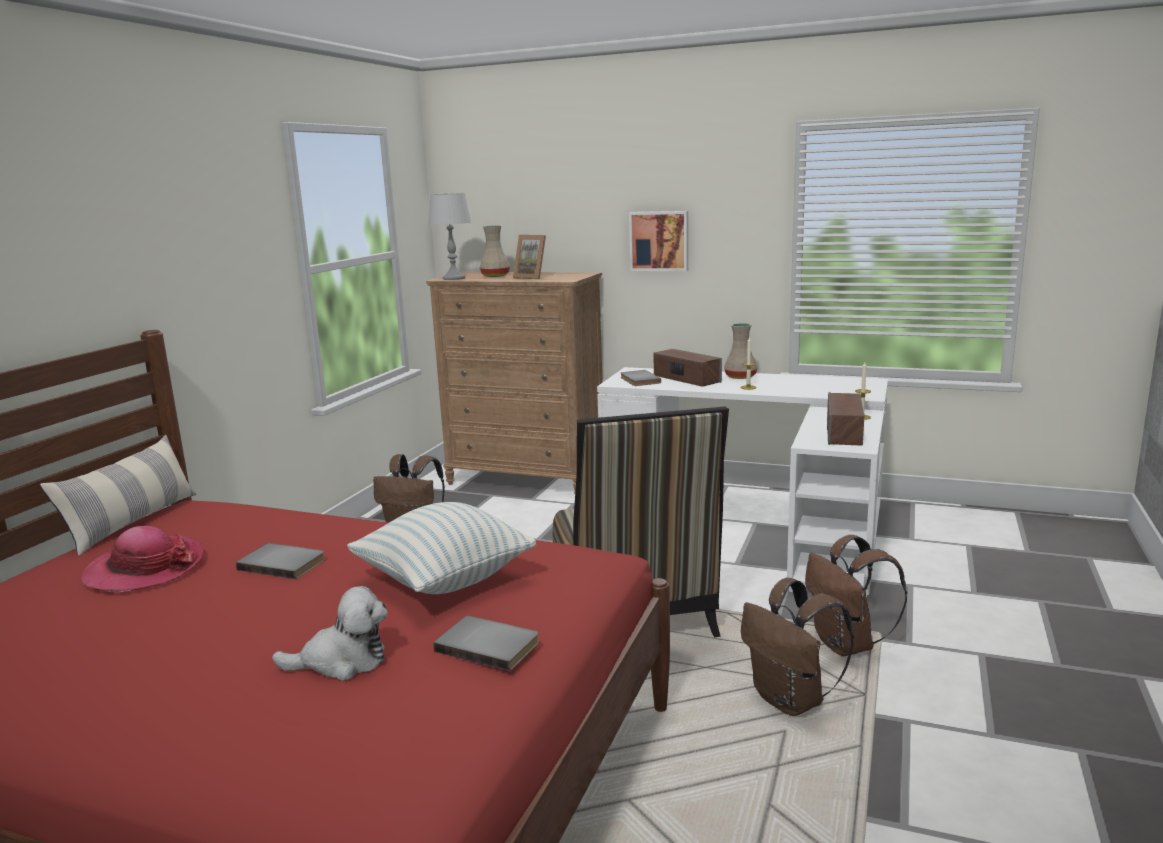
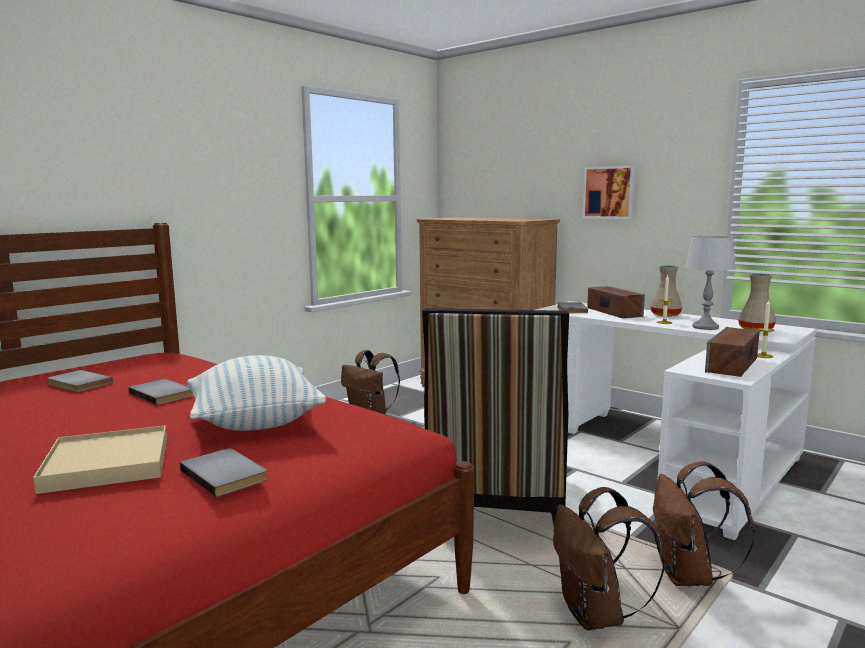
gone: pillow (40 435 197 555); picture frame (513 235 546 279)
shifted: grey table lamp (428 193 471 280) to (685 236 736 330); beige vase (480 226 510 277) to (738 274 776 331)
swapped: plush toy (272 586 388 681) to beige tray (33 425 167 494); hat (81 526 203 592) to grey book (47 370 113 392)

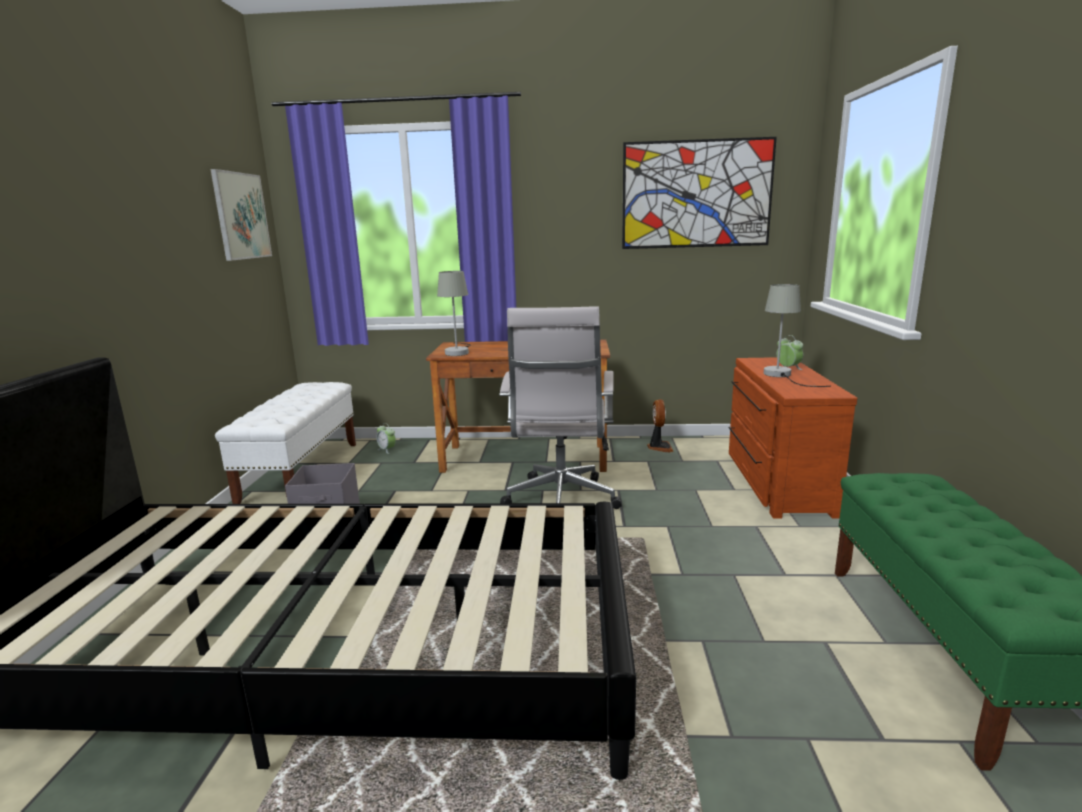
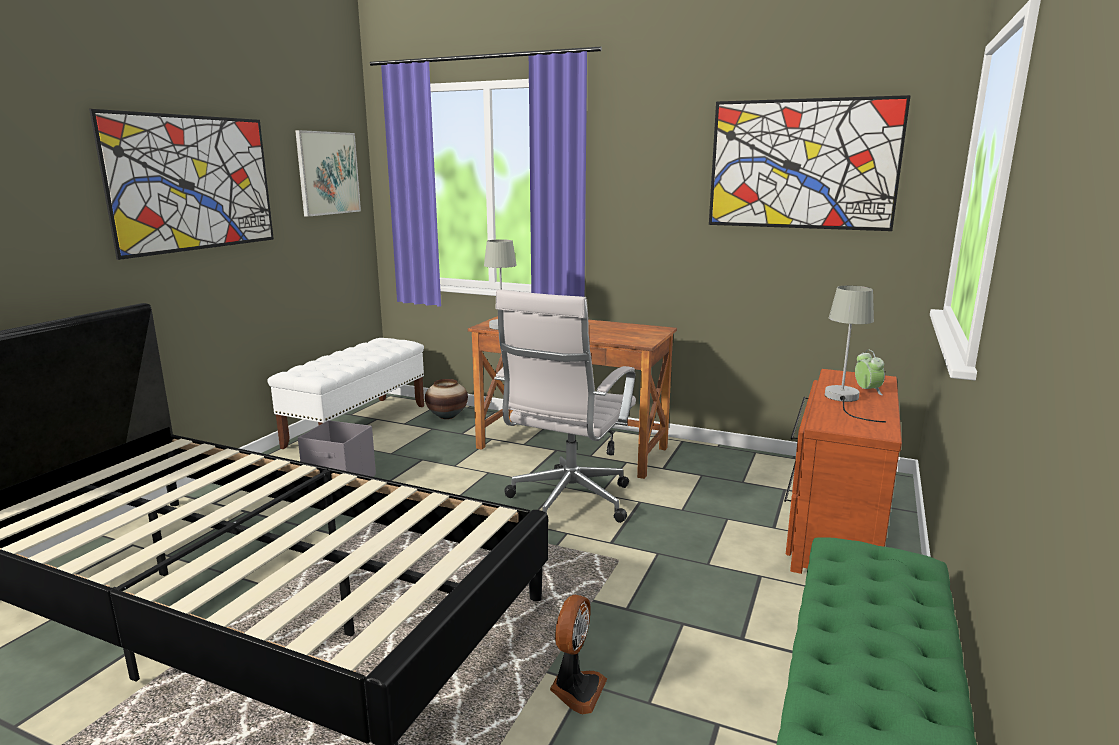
new: picture (89 109 274 260)
shifted: fan (647 399 674 453) to (550 595 607 714)
swapped: alarm clock (376 423 396 454) to vase (425 379 468 419)

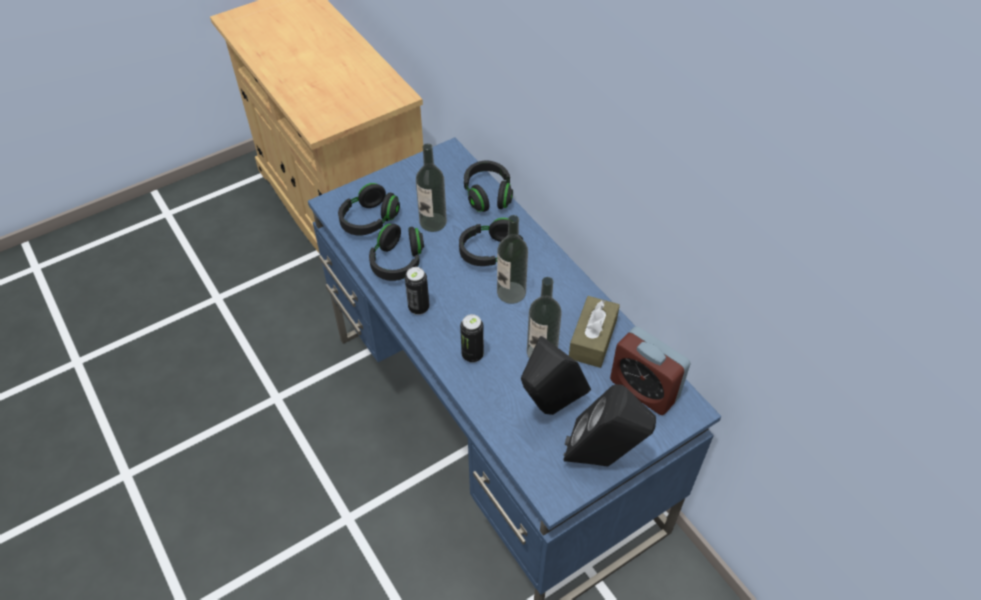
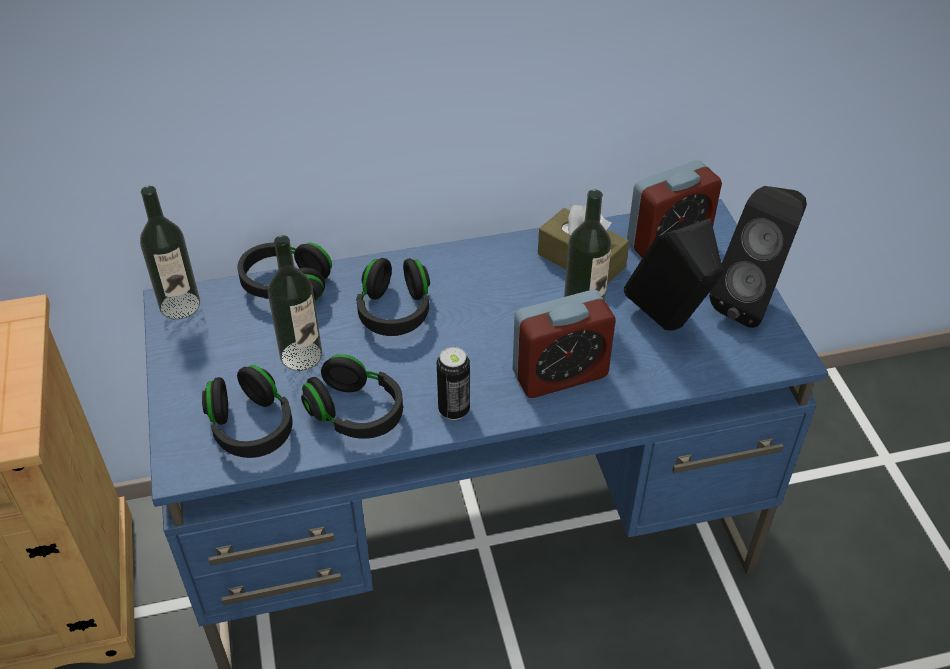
shifted: bottle (497 215 528 304) to (140 186 200 320)
swapped: can (460 314 484 363) to alarm clock (513 290 616 398)

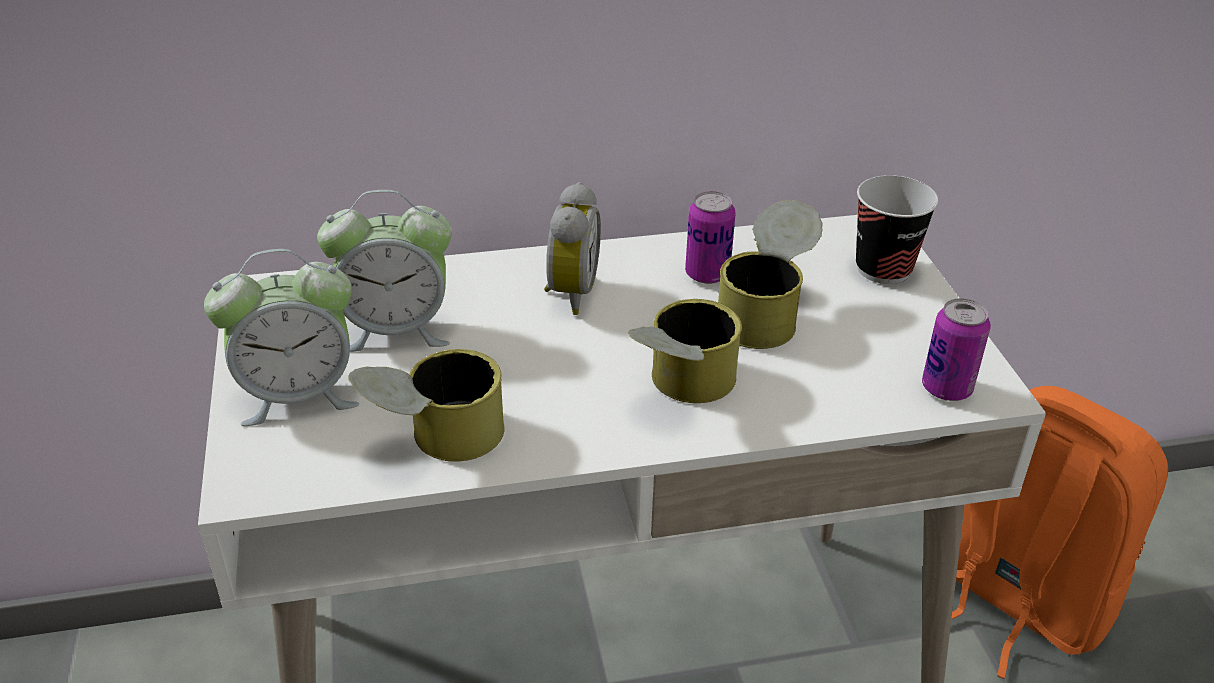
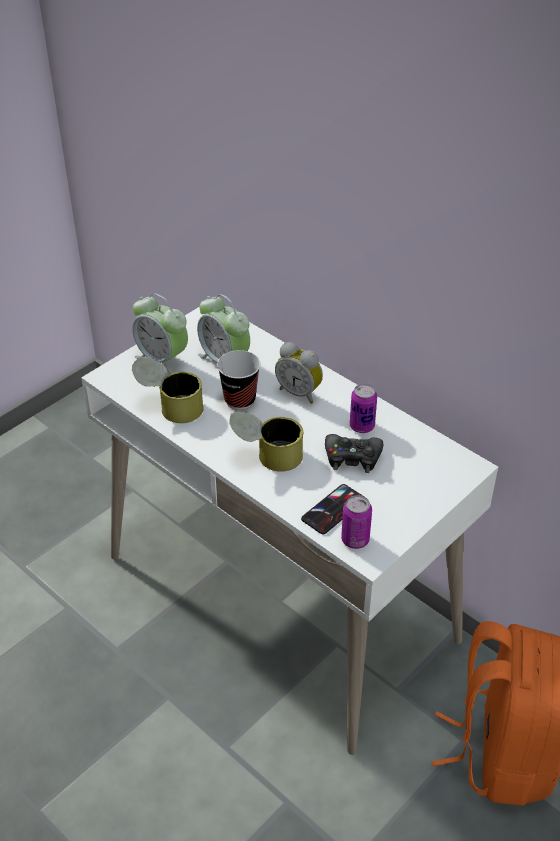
new: phone (301 484 363 534)
shifted: cup (856 175 938 284) to (217 350 261 410)
swapped: can (718 200 823 349) to black game controller (325 434 383 473)
rotated: alarm clock (544 182 601 315) = (275 342 323 404) 60 degrees clockwise

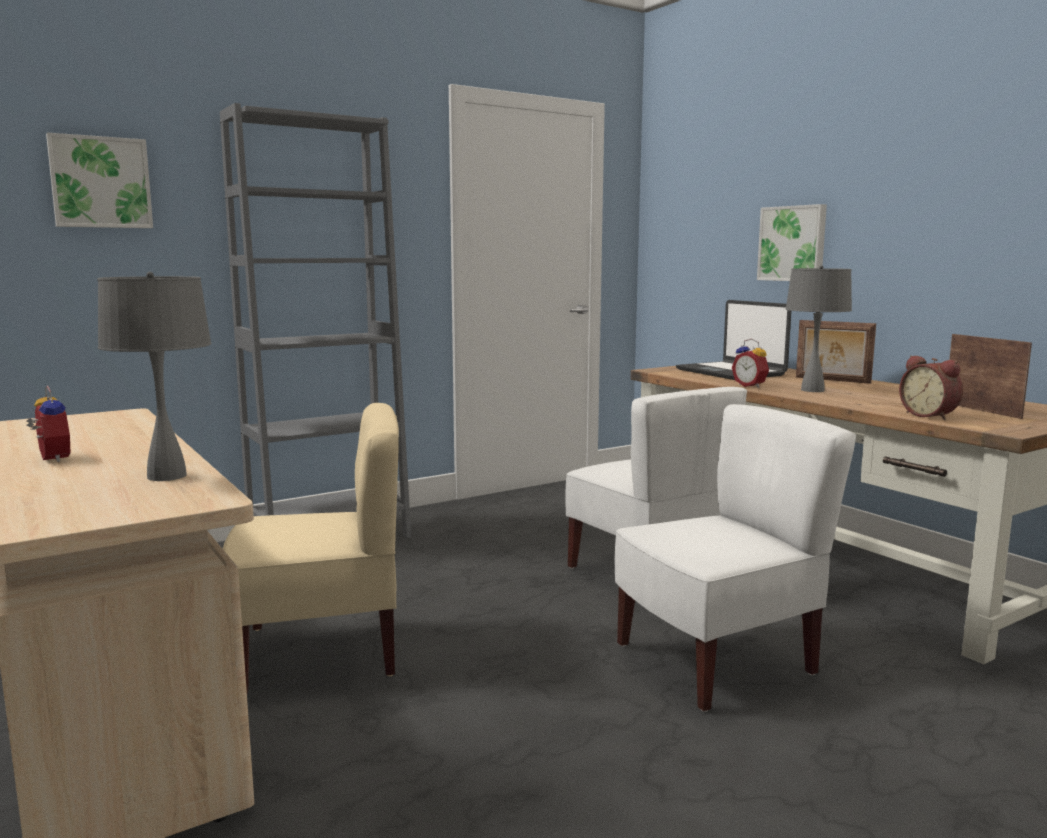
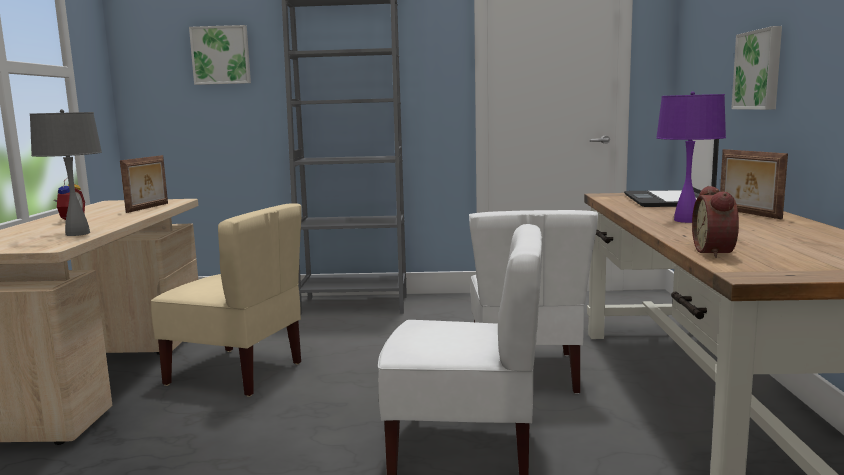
gone: alarm clock (732 339 769 388)
shifted: picture frame (949 334 1032 419) to (120 155 168 213)
repainted: grey table lamp (786 265 852 392) to purple table lamp (656 91 726 223)

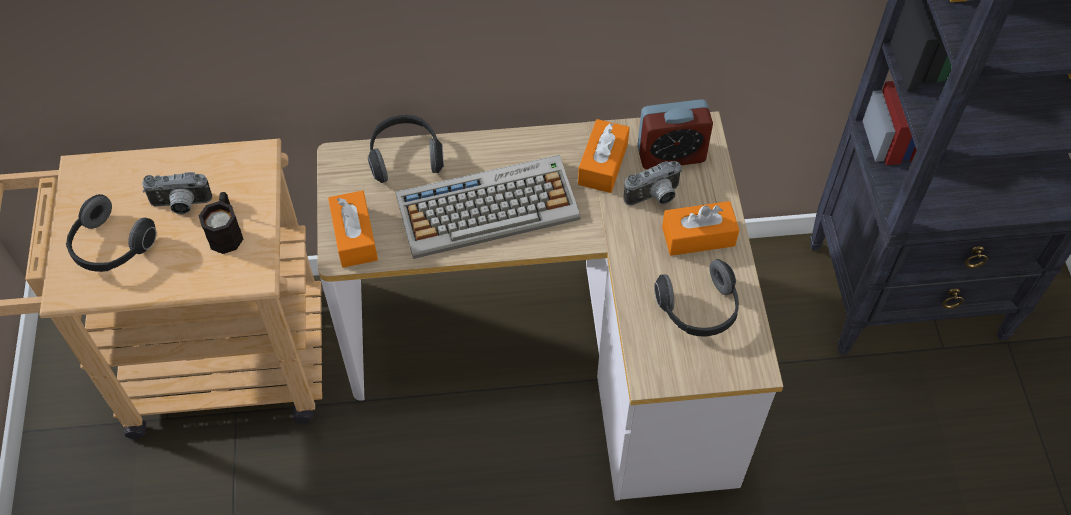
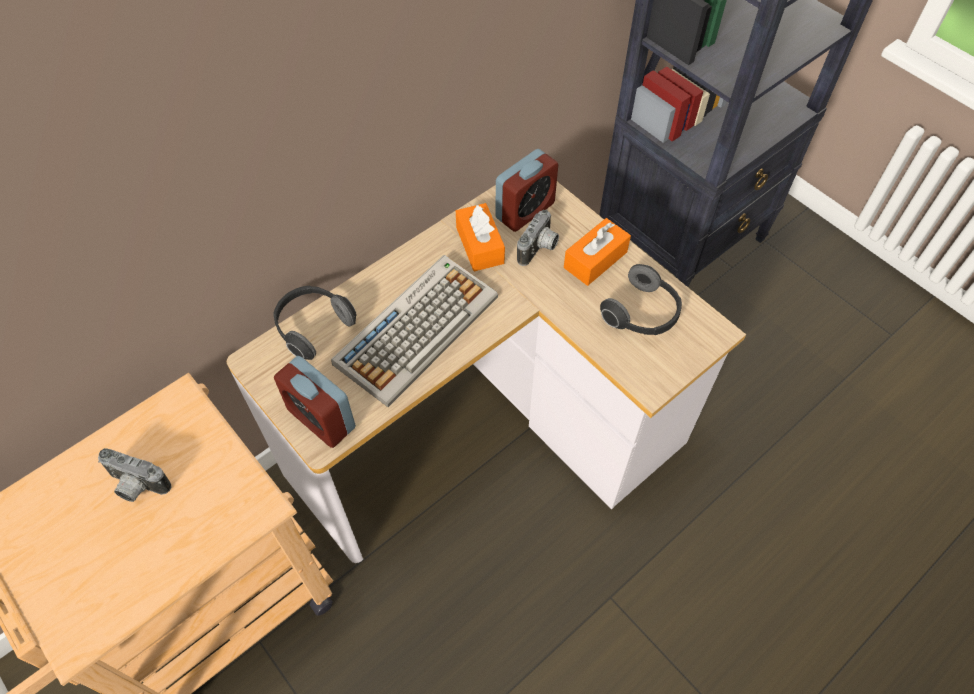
gone: headphones (66 194 157 272); black mug (199 192 243 254)
swapped: orange tissue box (328 191 378 268) to alarm clock (274 356 356 448)
rotated: photo camera (142 172 212 214) = (98 448 172 502) 60 degrees clockwise

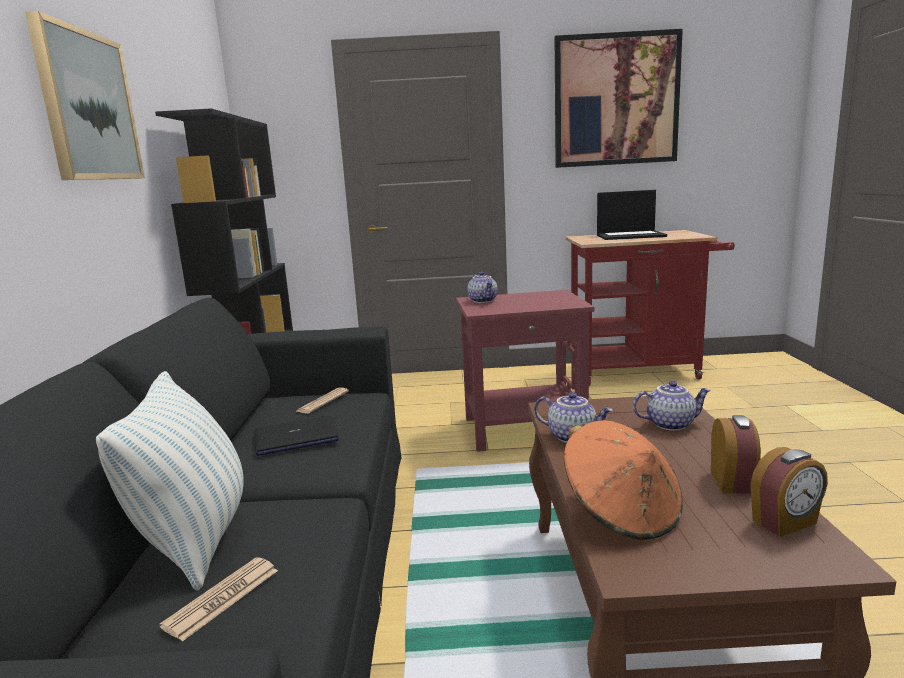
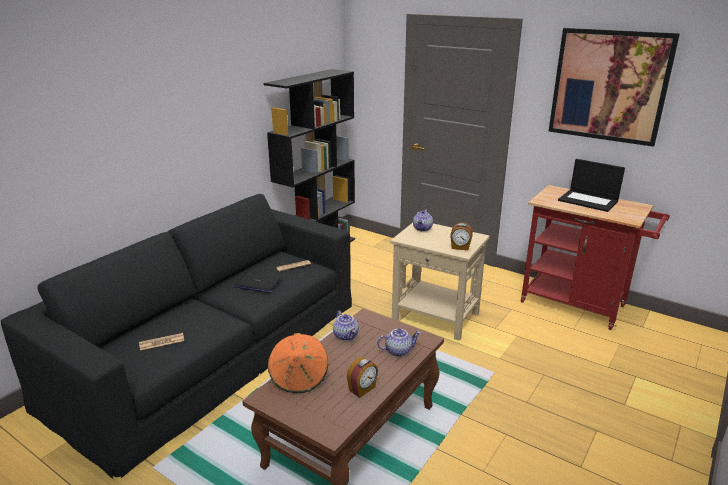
gone: picture (25 11 145 180); pillow (96 371 243 590)
shifted: alarm clock (750 447 828 537) to (450 223 473 251)
repainted: red side table (456 290 594 452) to beige side table (390 223 490 341)
rotated: teapot (633 381 711 431) = (377 329 421 356) 45 degrees counterclockwise

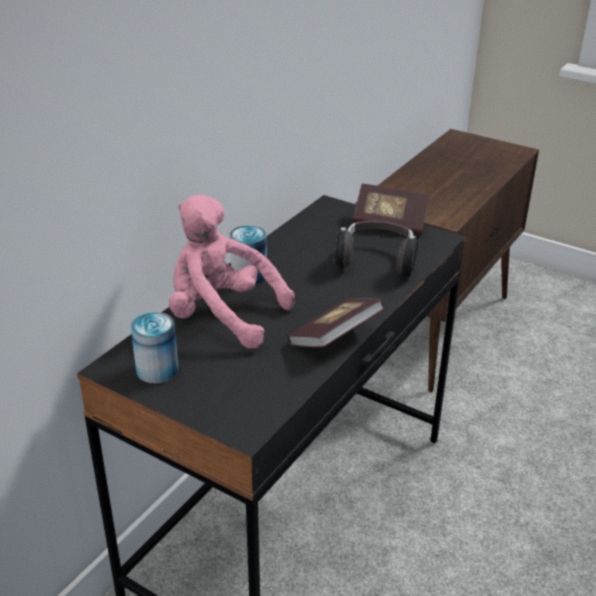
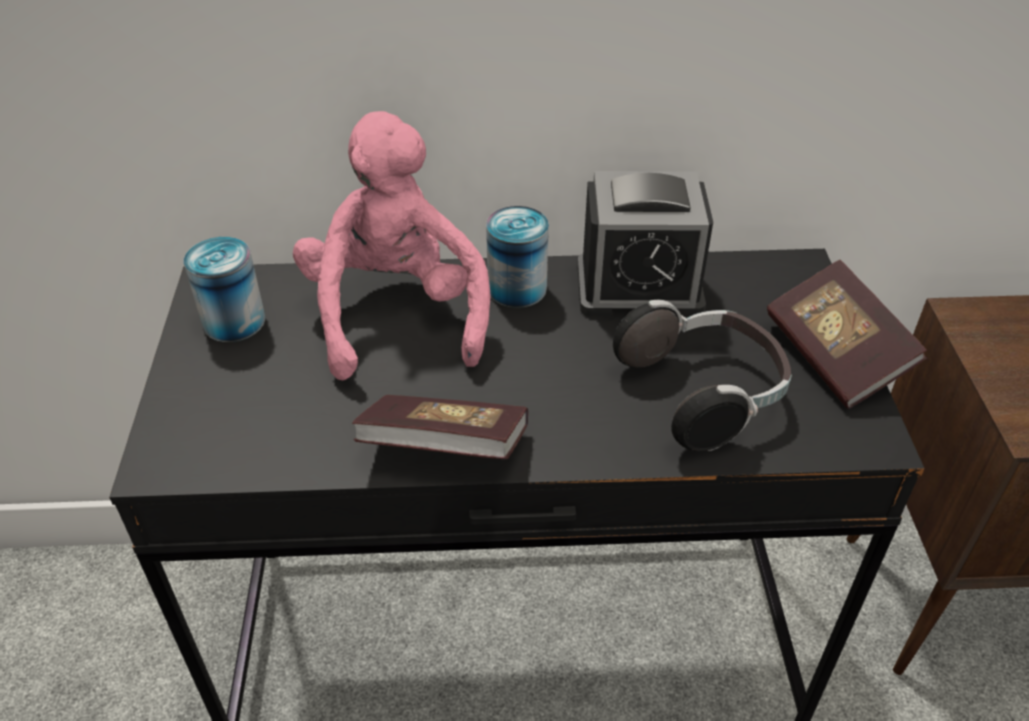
new: alarm clock (577 171 713 317)

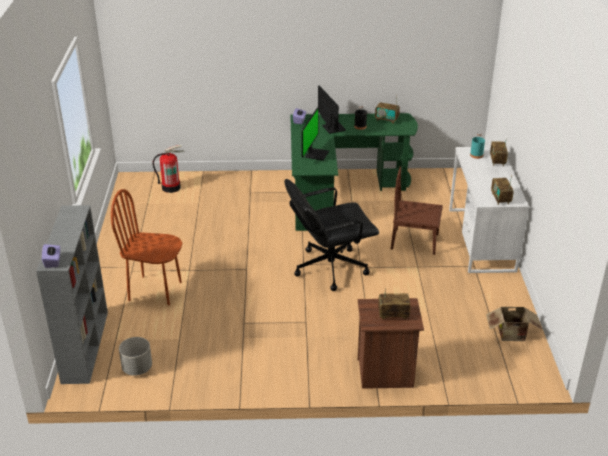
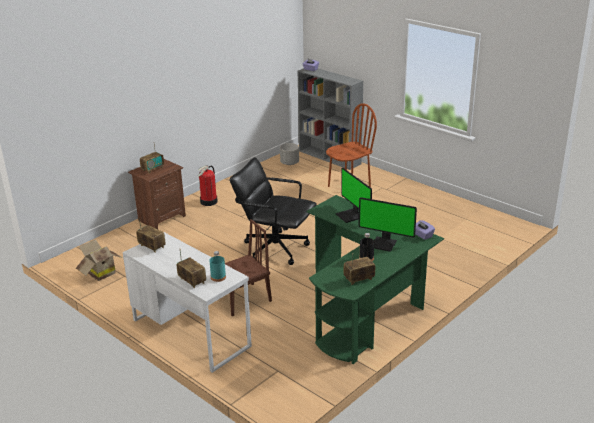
shifted: fire extinguisher (152 145 185 193) to (198 165 218 206)
rotated: black office chair (284 179 379 291) = (230 157 317 265) 90 degrees counterclockwise

